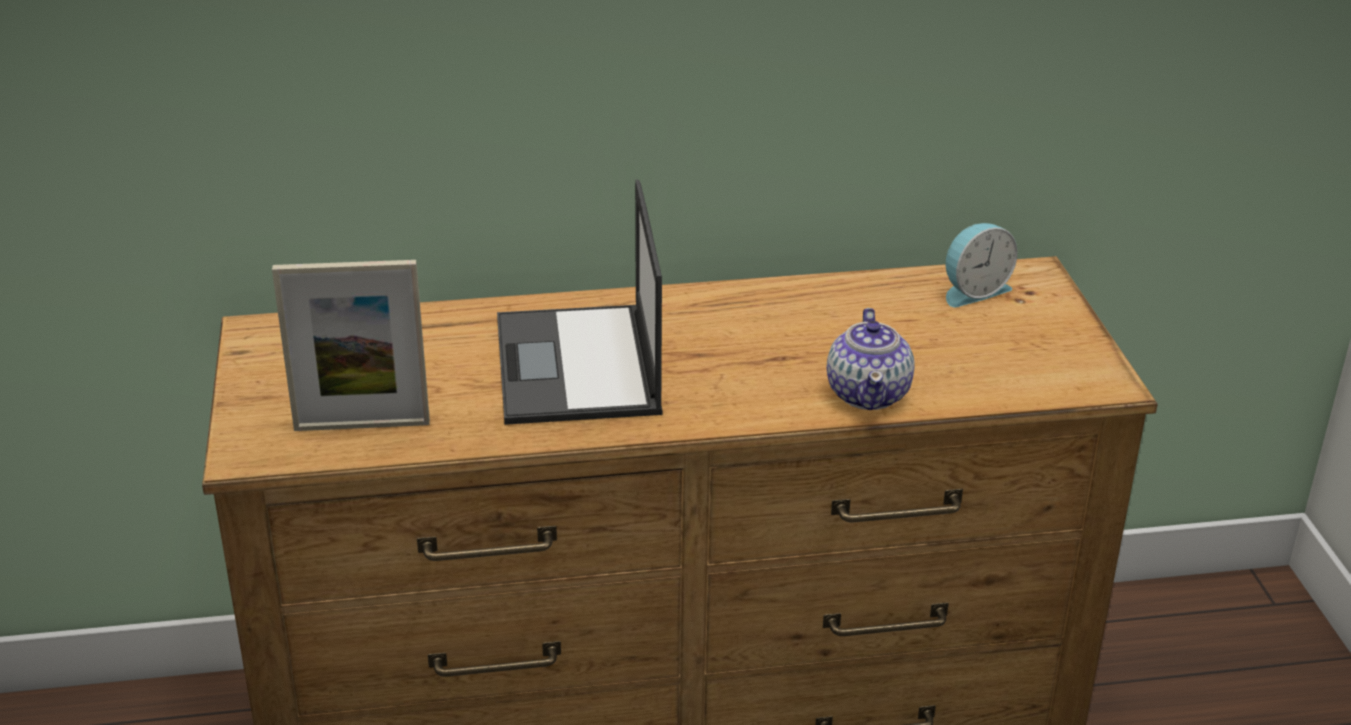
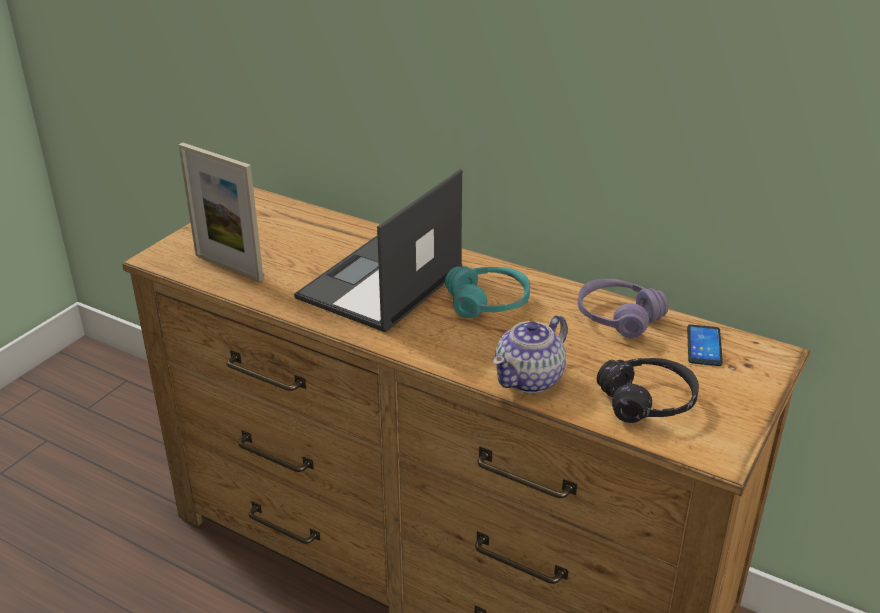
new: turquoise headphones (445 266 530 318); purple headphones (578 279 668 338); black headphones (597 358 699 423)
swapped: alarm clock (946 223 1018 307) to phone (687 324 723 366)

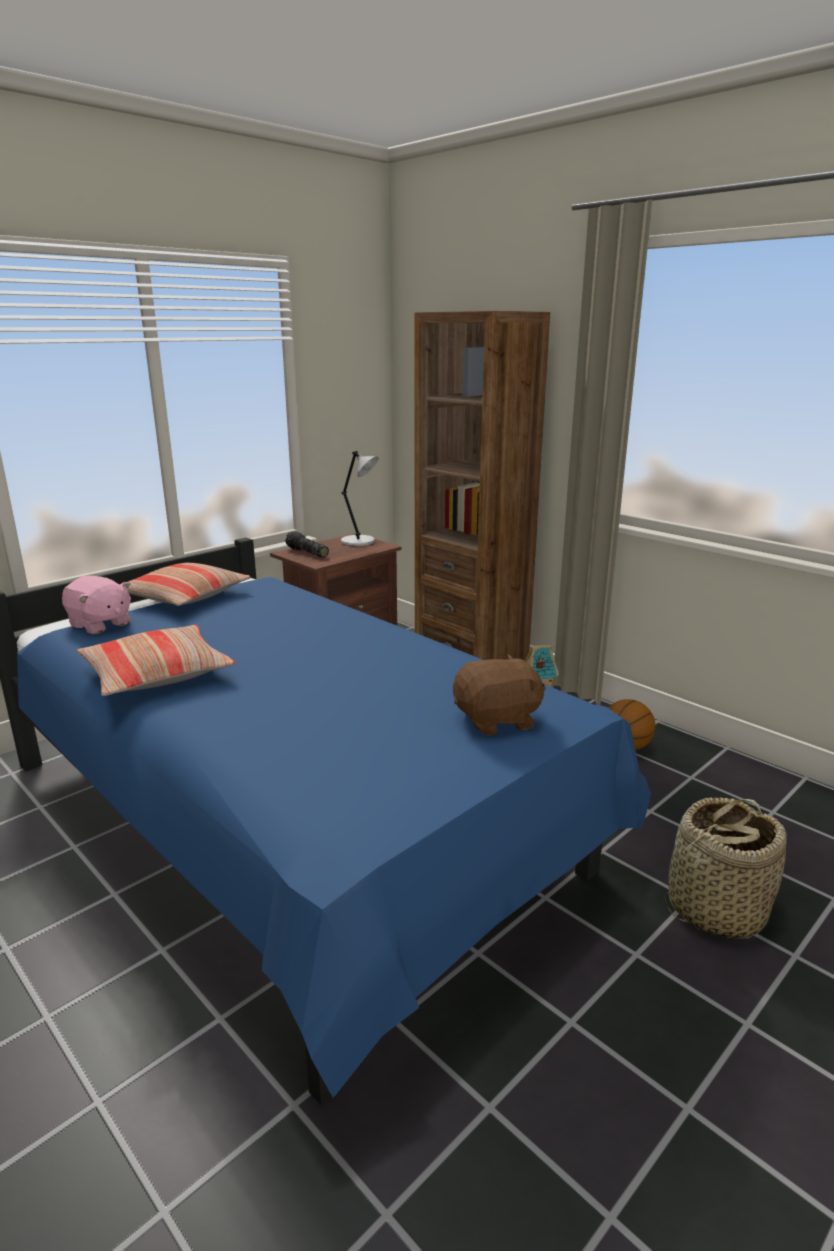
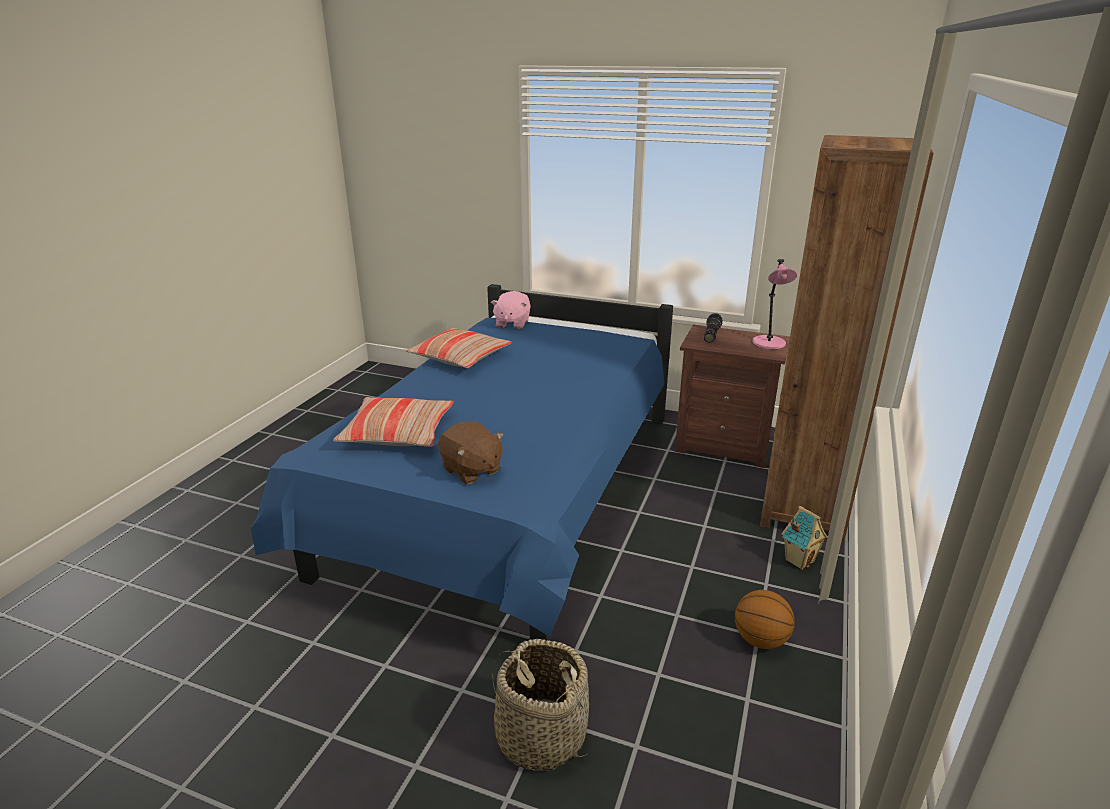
shifted: pillow (127 562 251 606) to (333 397 454 447)
repainted: grey table lamp (341 451 379 546) to pink table lamp (752 259 797 349)

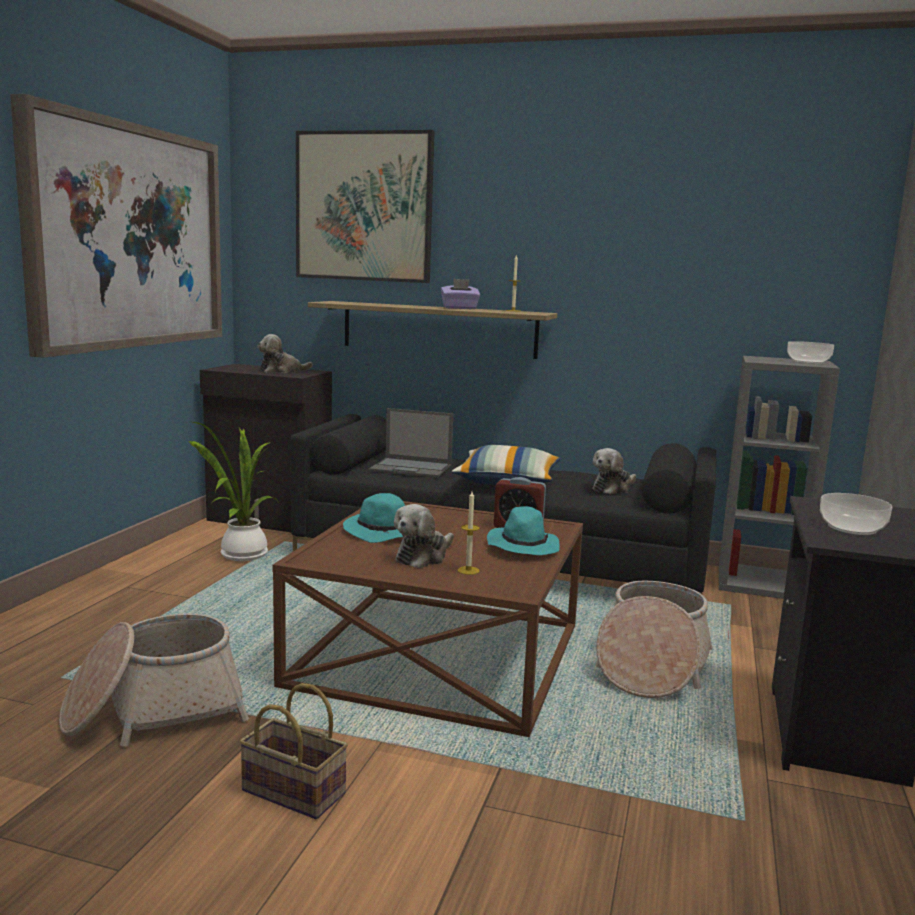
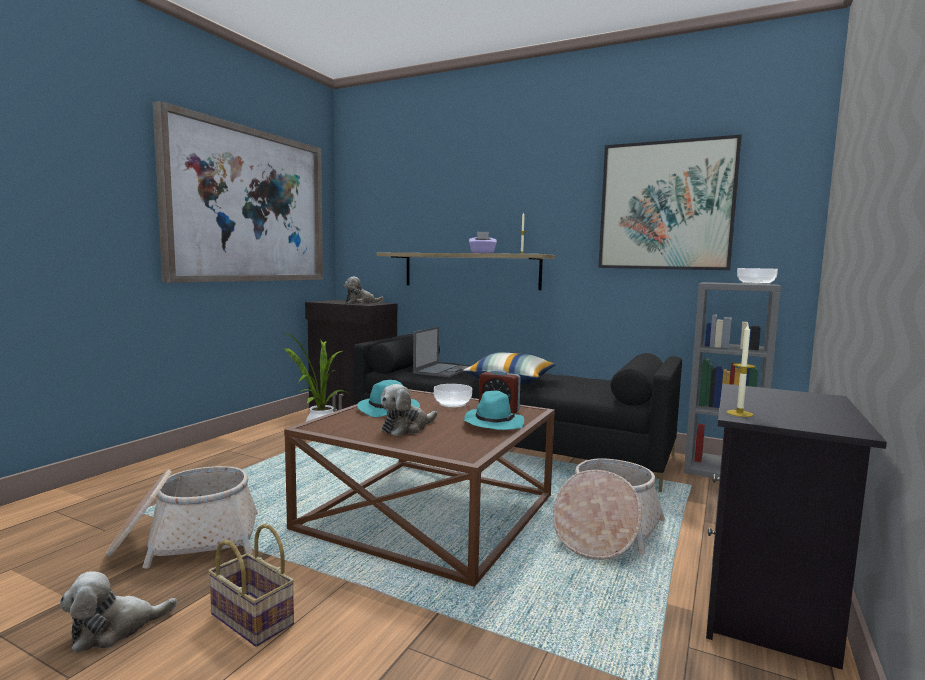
shifted: plush toy (593 448 636 494) to (60 571 177 653); bowl (820 493 892 535) to (434 384 472 407); picture (296 130 435 283) to (598 135 742 270); candle (457 491 480 575) to (727 325 756 417)
rotated: laptop (369 408 453 478) = (413 327 470 378) 90 degrees counterclockwise

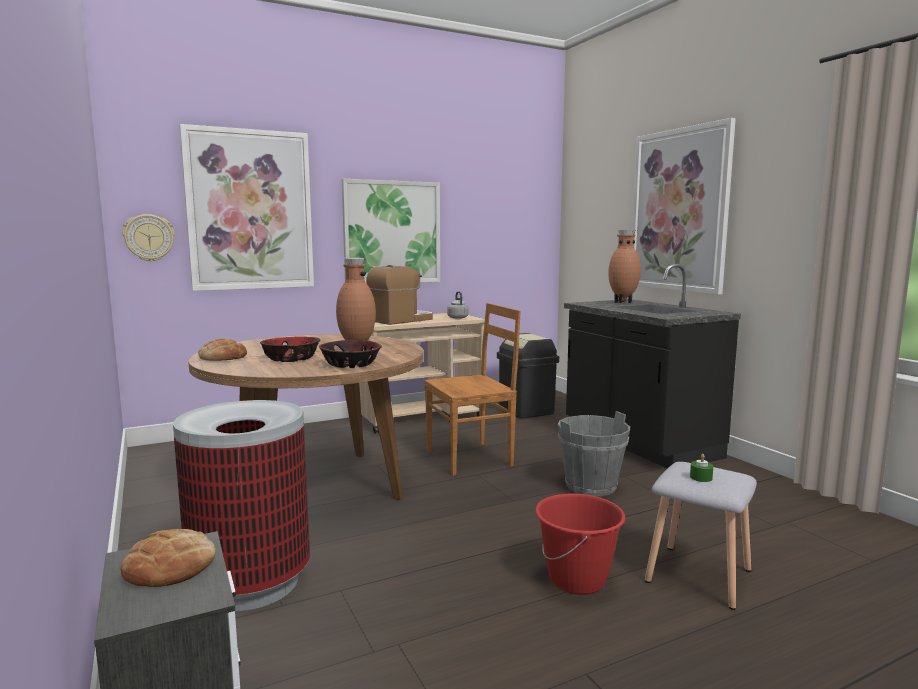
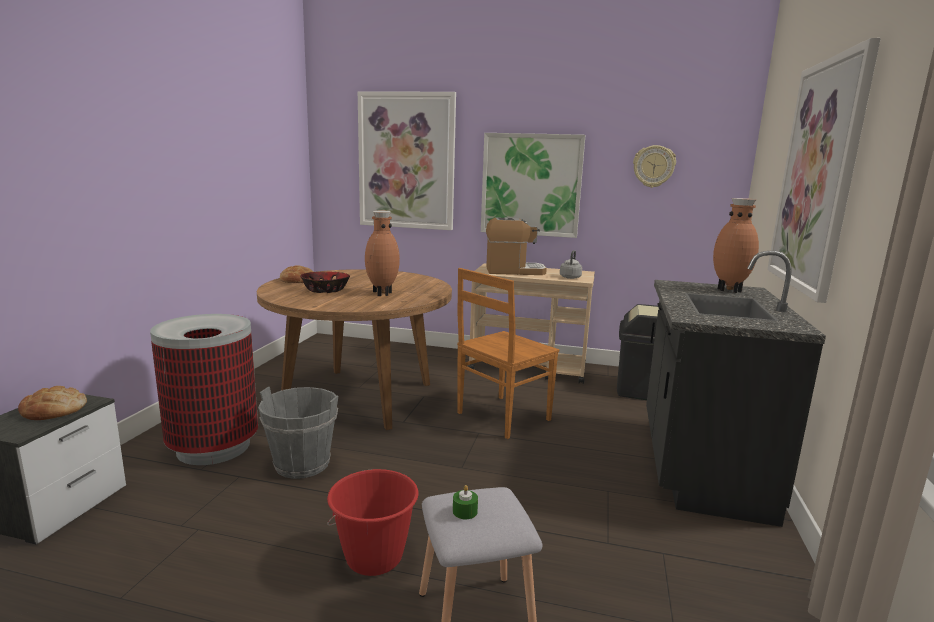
gone: bowl (319 340 382 368)
shifted: grey bucket (558 411 630 496) to (258 387 338 479); wall clock (122 214 175 262) to (633 145 676 188)
rotated: brown chair (424 303 521 476) = (457 268 559 439) 120 degrees clockwise

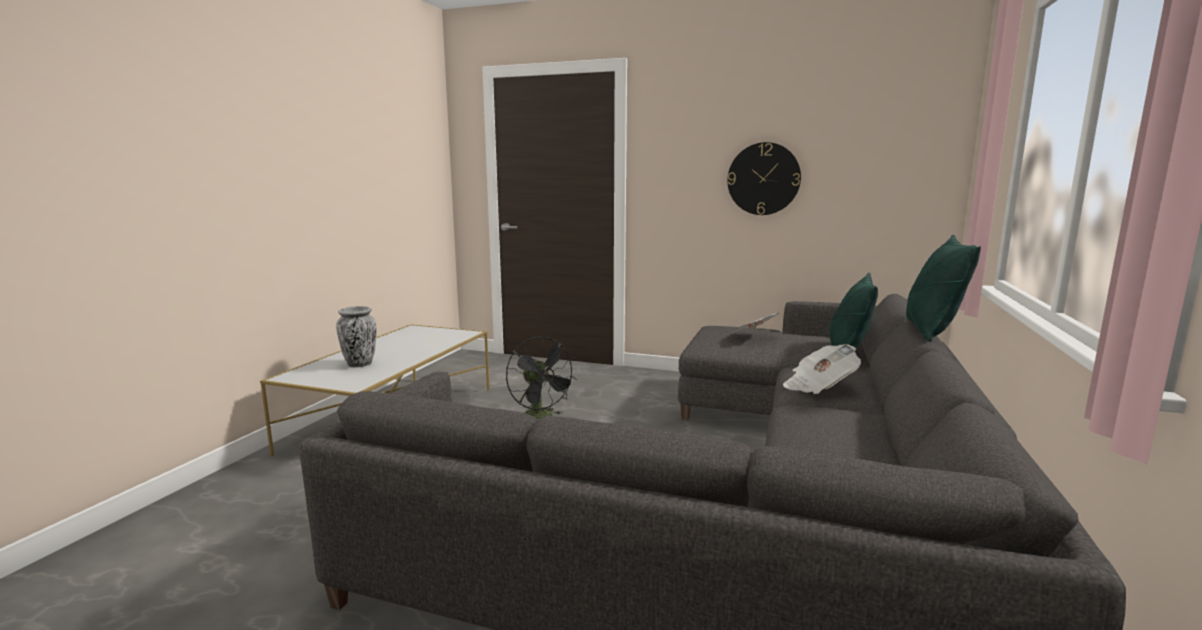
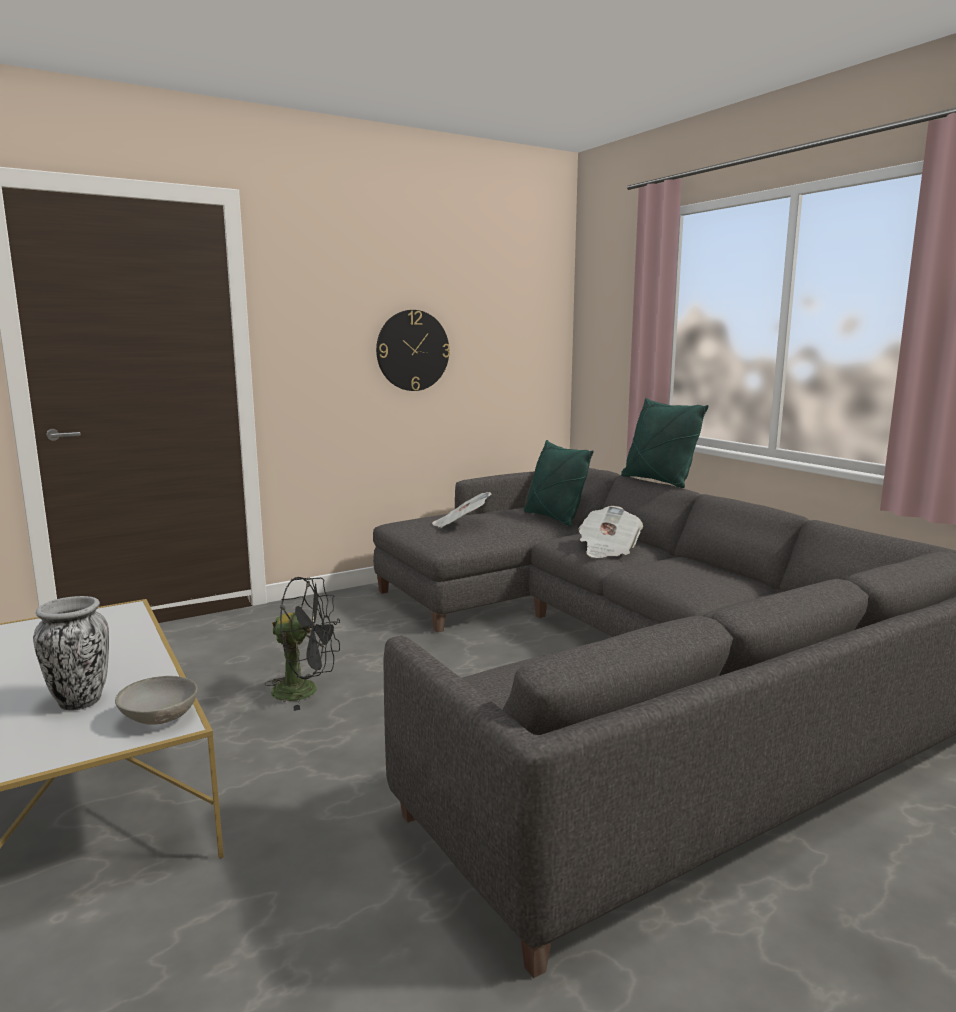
new: grey bowl (115 676 198 725)

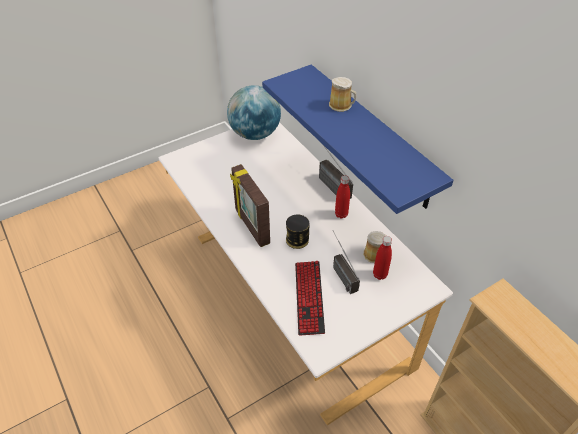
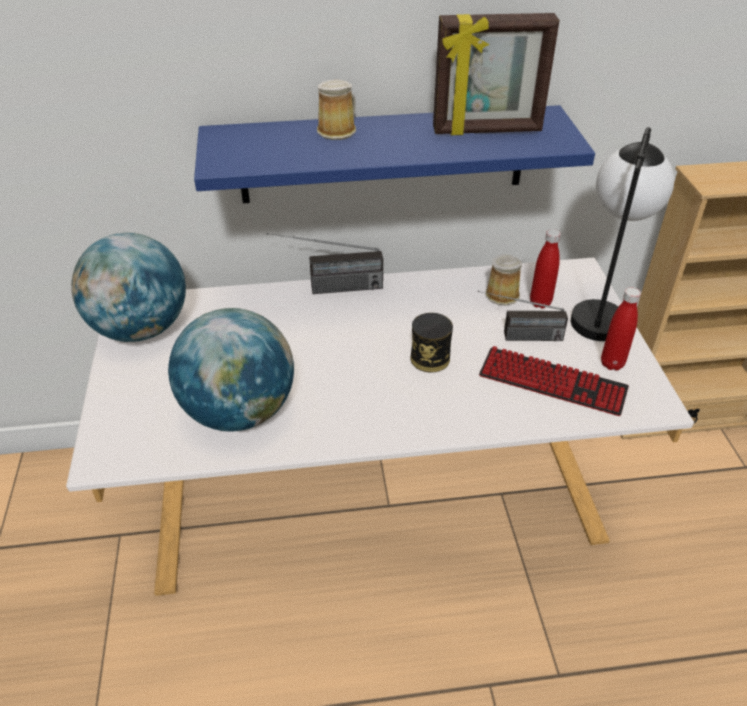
new: globe (168 308 294 431); table lamp (571 127 674 341)
shifted: picture frame (230 164 270 247) to (433 13 560 135); red bottle (335 175 350 219) to (601 288 641 371)

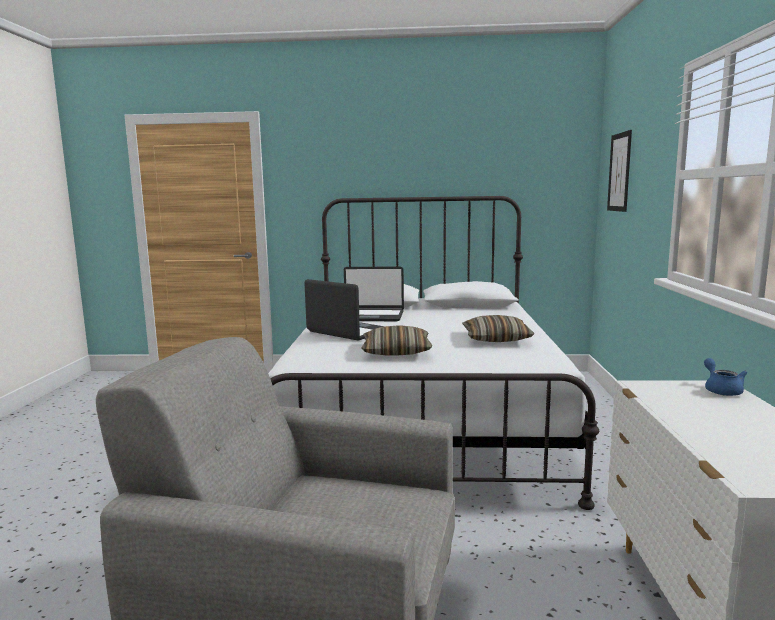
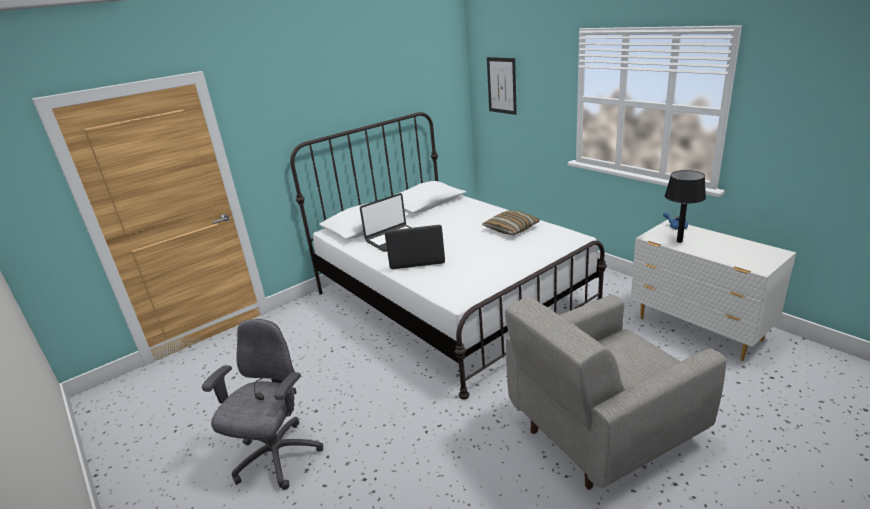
gone: pillow (362 325 432 356)
new: grey office chair (202 319 323 490); black table lamp (665 170 706 243)

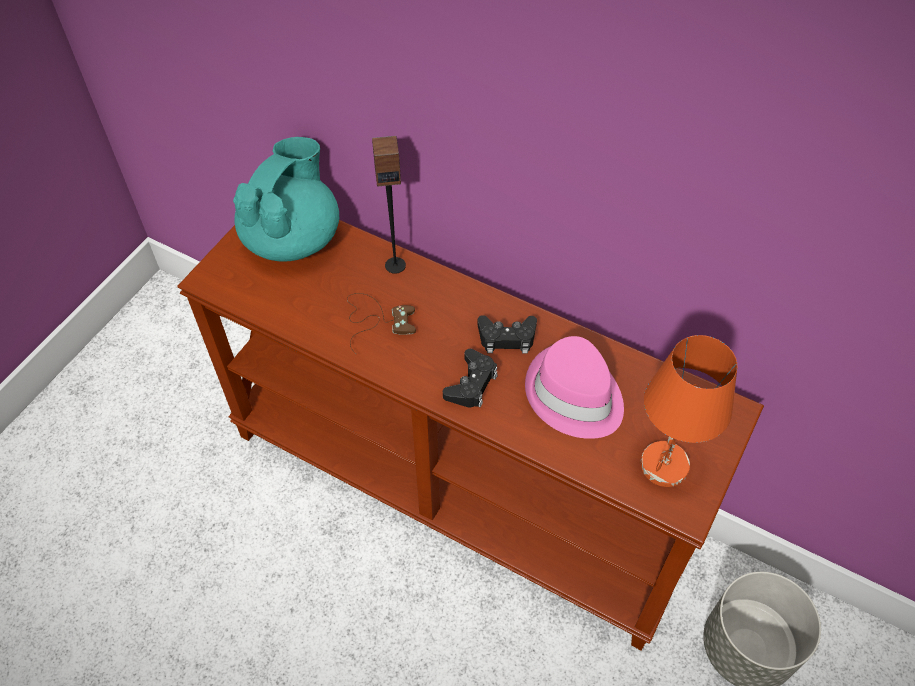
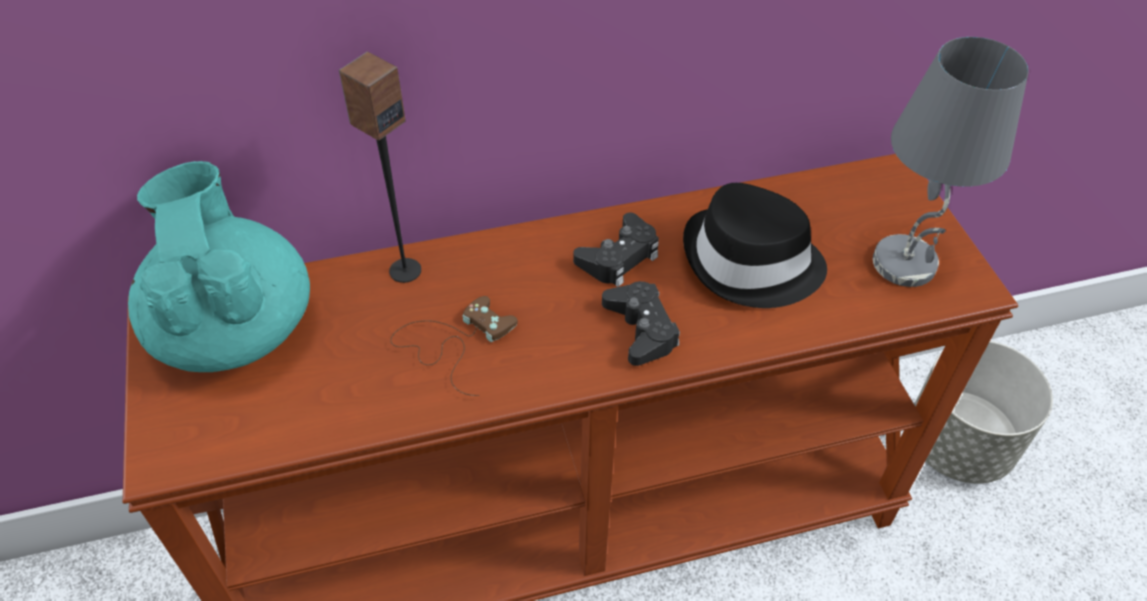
repainted: pink hat (525 336 624 439) to black hat (683 183 827 308); orange table lamp (640 335 737 487) to grey table lamp (873 37 1028 287)

